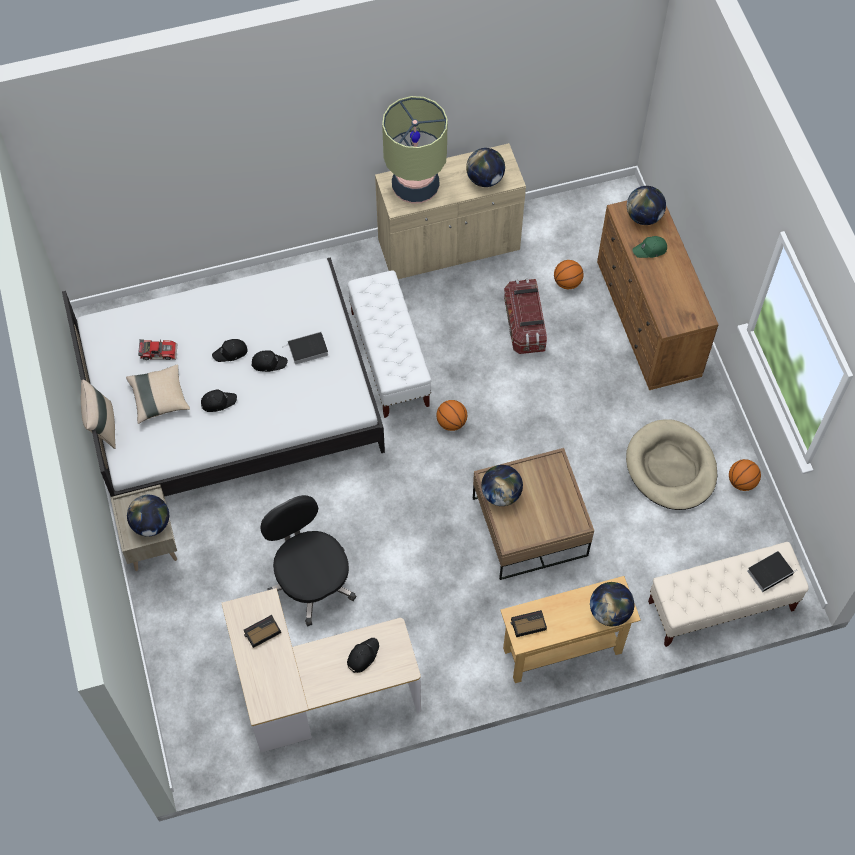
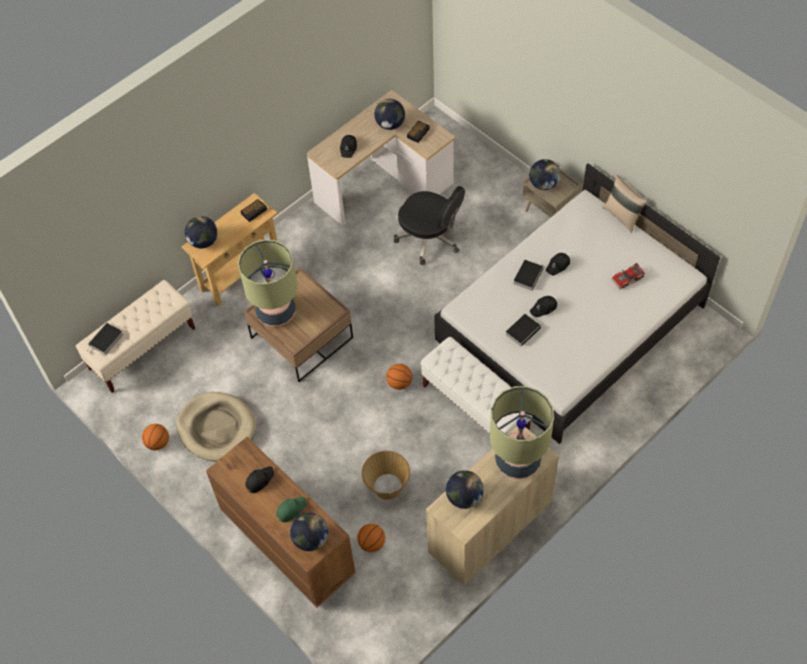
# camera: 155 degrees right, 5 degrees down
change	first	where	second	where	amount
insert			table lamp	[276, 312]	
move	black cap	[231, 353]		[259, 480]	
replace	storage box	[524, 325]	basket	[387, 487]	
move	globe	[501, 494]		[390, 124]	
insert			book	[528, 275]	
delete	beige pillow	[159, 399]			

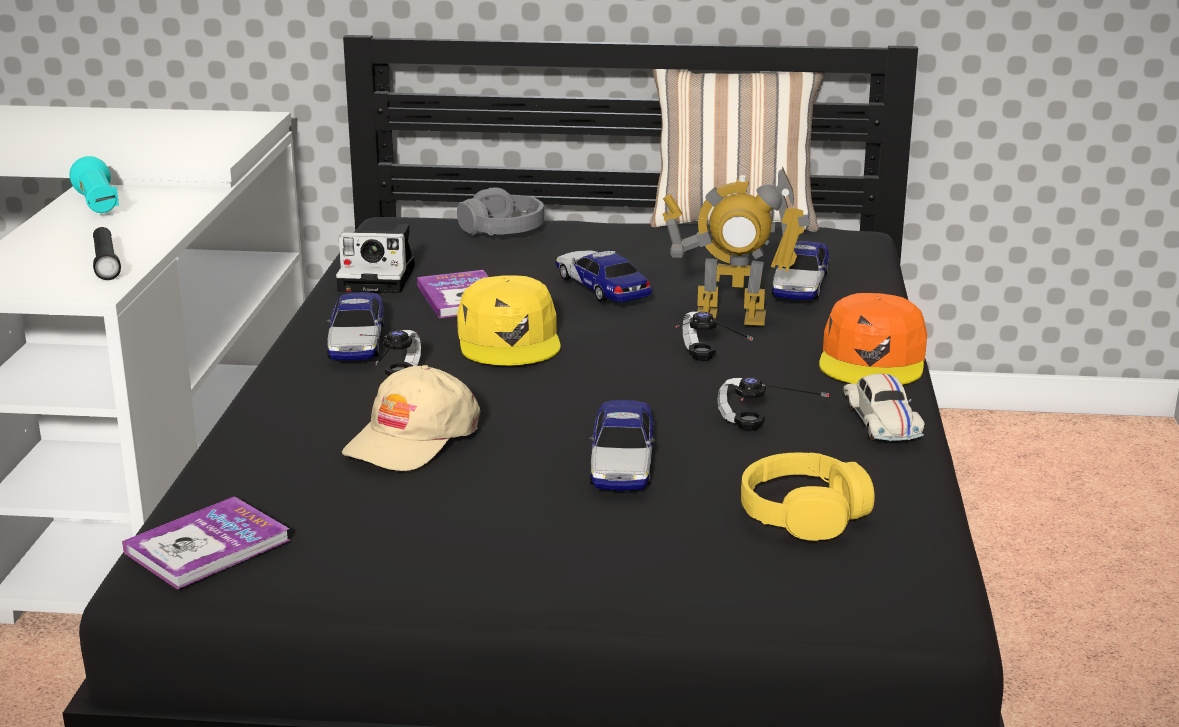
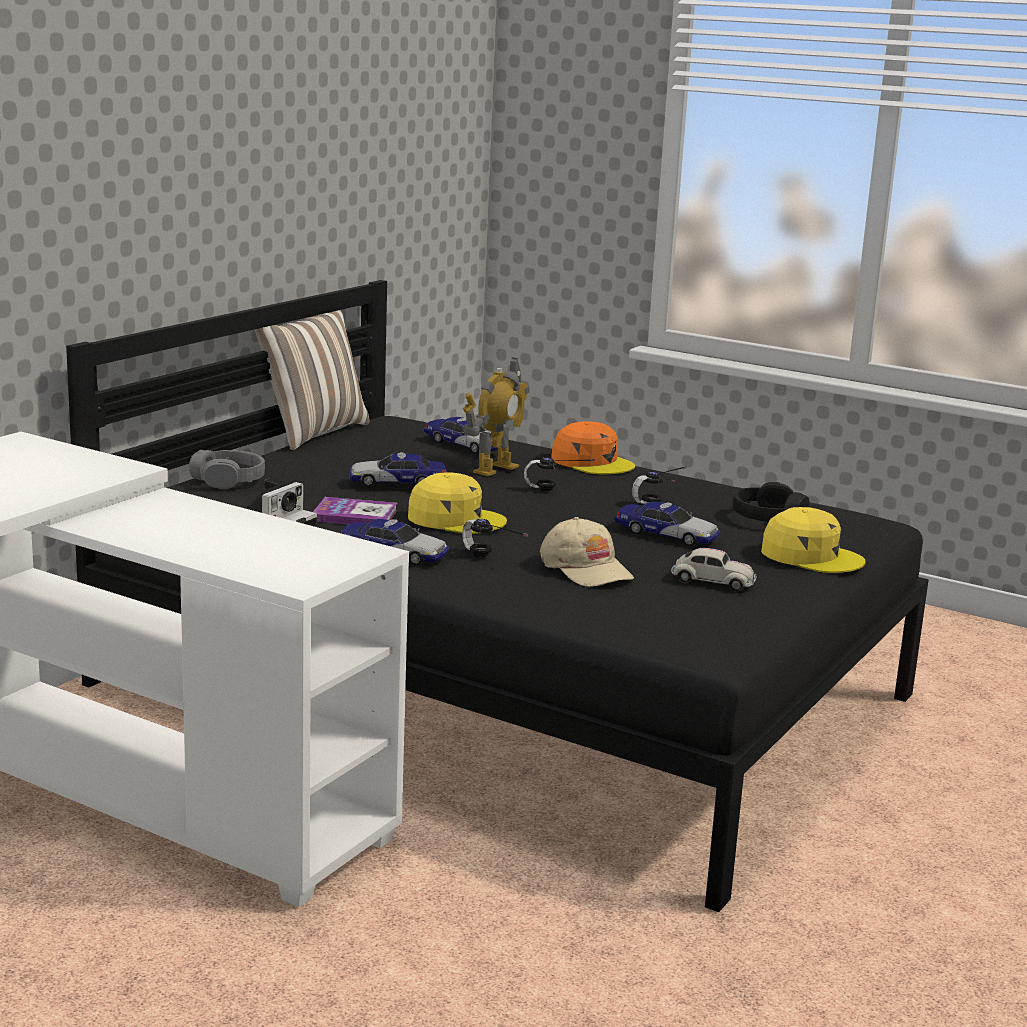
# camera: 65 degrees left, 5 degrees down
change	first	where	second	where	amount
move	white toy car	[882, 422]		[712, 581]	
recolor	yellow headphones	[803, 513]	black headphones	[768, 517]	
insert			yellow cap	[811, 556]	
delete	turquoise flashlight	[97, 205]			
delete	black flashlight	[106, 263]			
delete	book	[207, 546]			

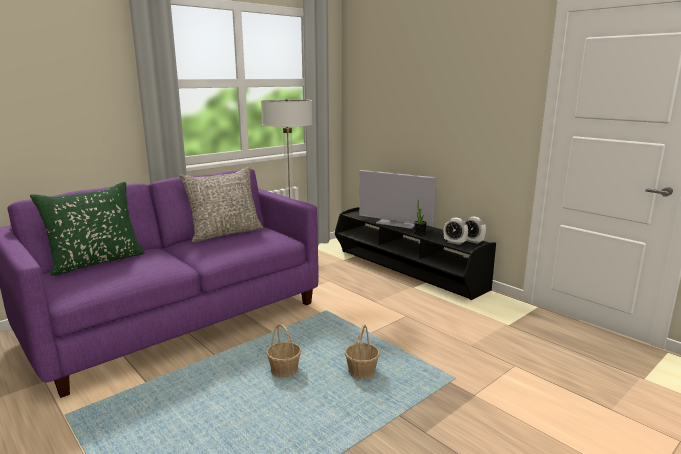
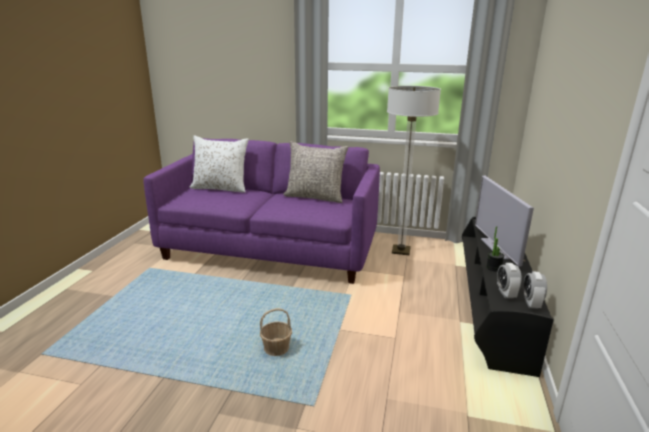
# camera: 55 degrees right, 5 degrees up
change	first	where	second	where	amount
recolor	green pillow	[96, 262]	white pillow	[220, 188]	
delete	basket	[284, 370]			

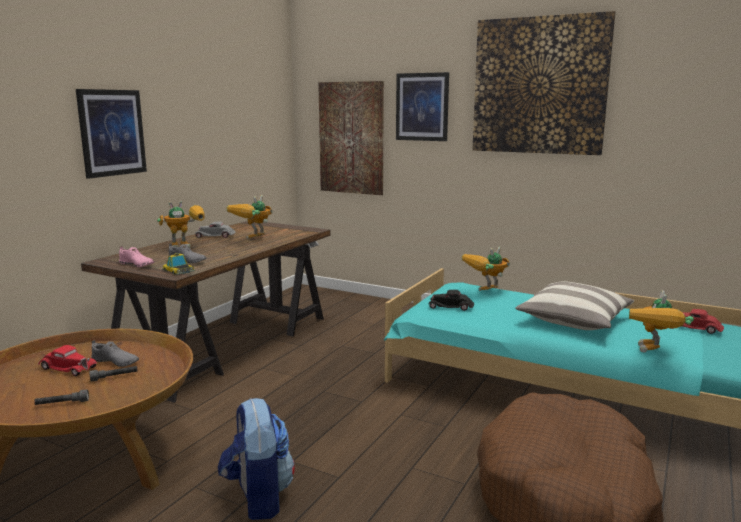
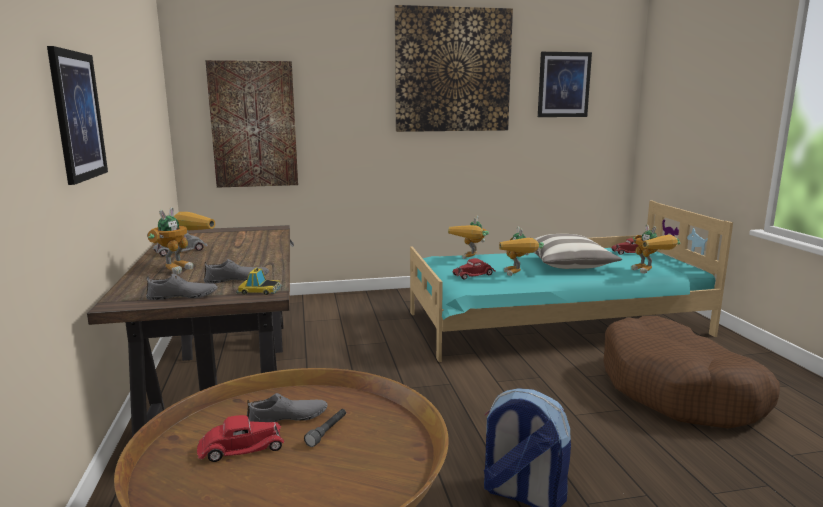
# camera: 40 degrees left, 0 degrees up
change	first	where	second	where	amount
recolor	pink shoe	[136, 265]	grey shoe	[182, 297]	
recolor	black toy car	[451, 306]	red toy car	[474, 275]	
move	toy robot	[253, 240]		[518, 275]	
move	picture	[422, 107]		[563, 85]	
delete	grey flashlight	[62, 403]			

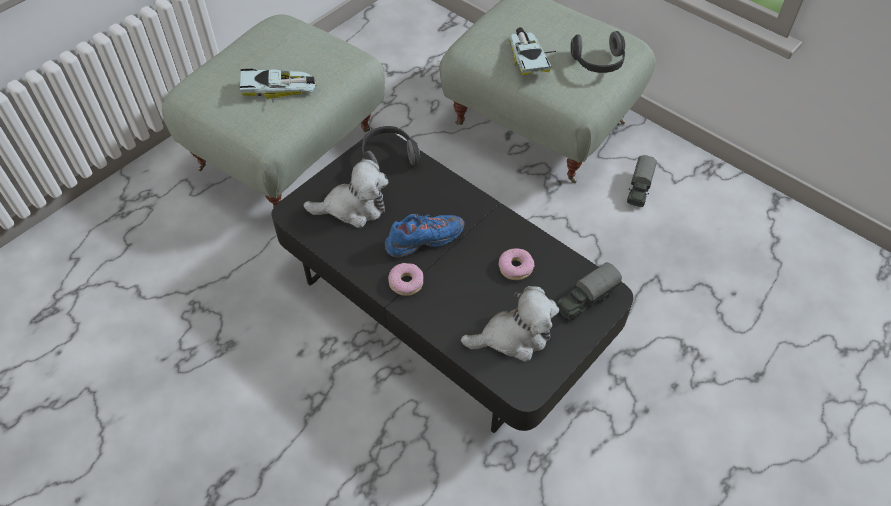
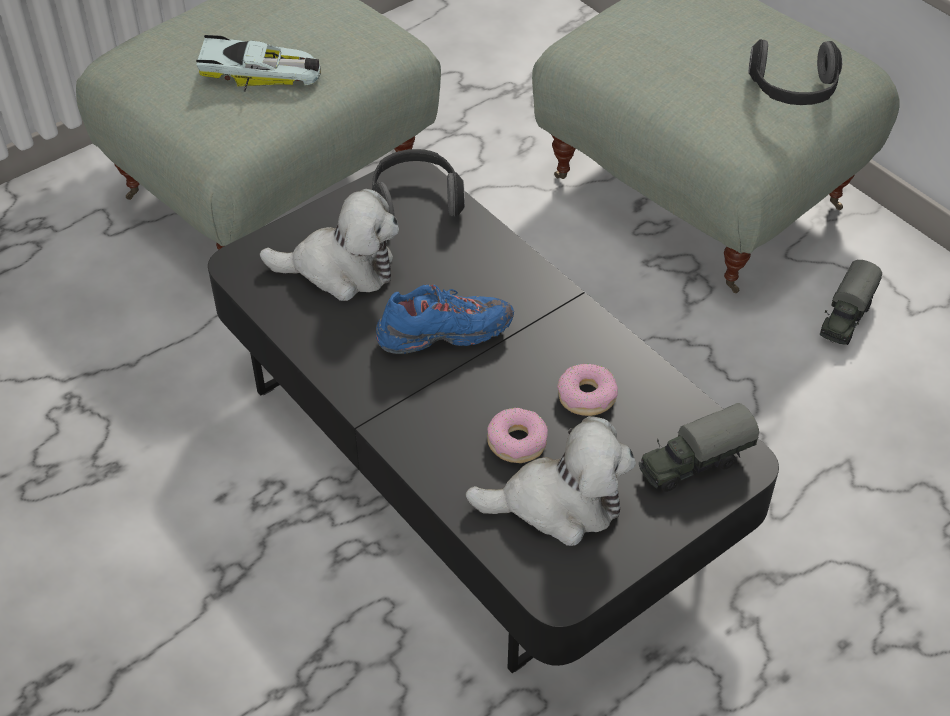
# camera: 10 degrees right, 5 degrees down
change	first	where	second	where	amount
move	donut	[406, 282]		[516, 442]	
delete	toy car	[528, 56]			

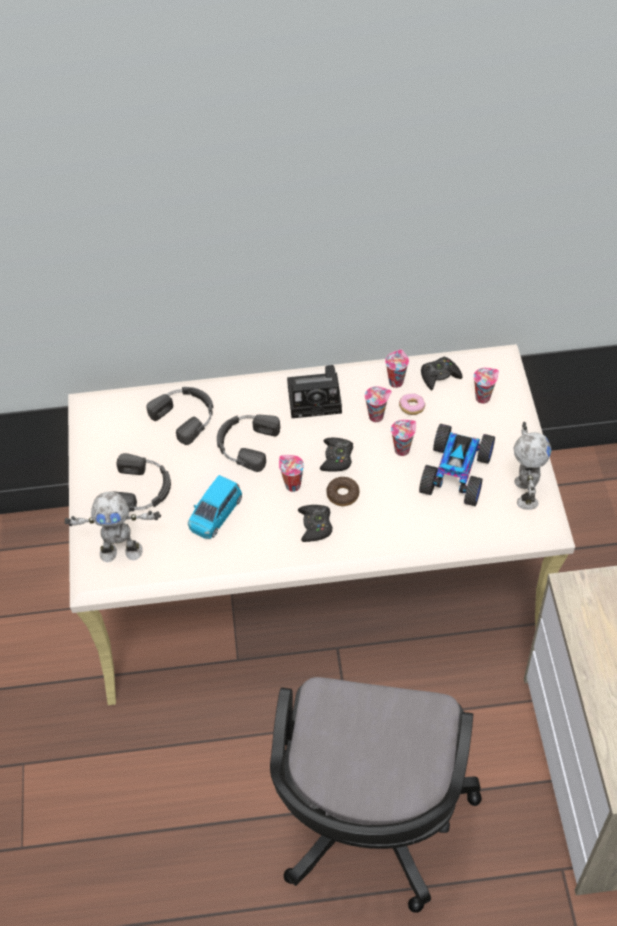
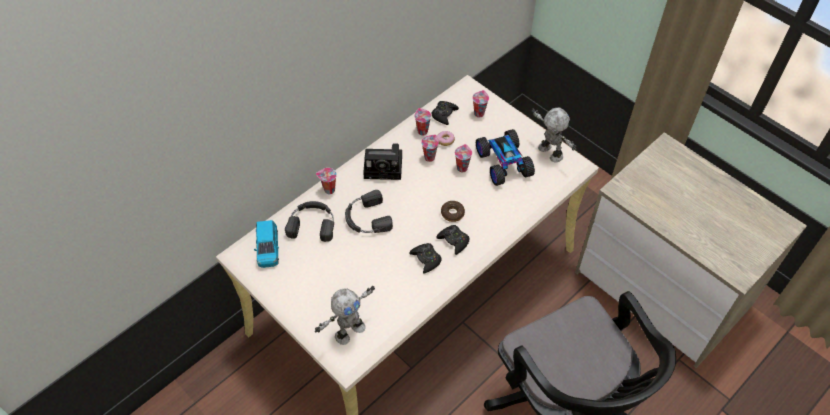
# camera: 40 degrees left, 0 degrees up
change	first	where	second	where	amount
move	blue toy car	[215, 514]		[268, 249]	
move	cup	[291, 485]		[328, 190]	
rotate	photo camera	[317, 399]		[385, 167]	45 degrees clockwise
move	black game controller	[337, 458]		[426, 259]	
delete	black headphones	[142, 489]			

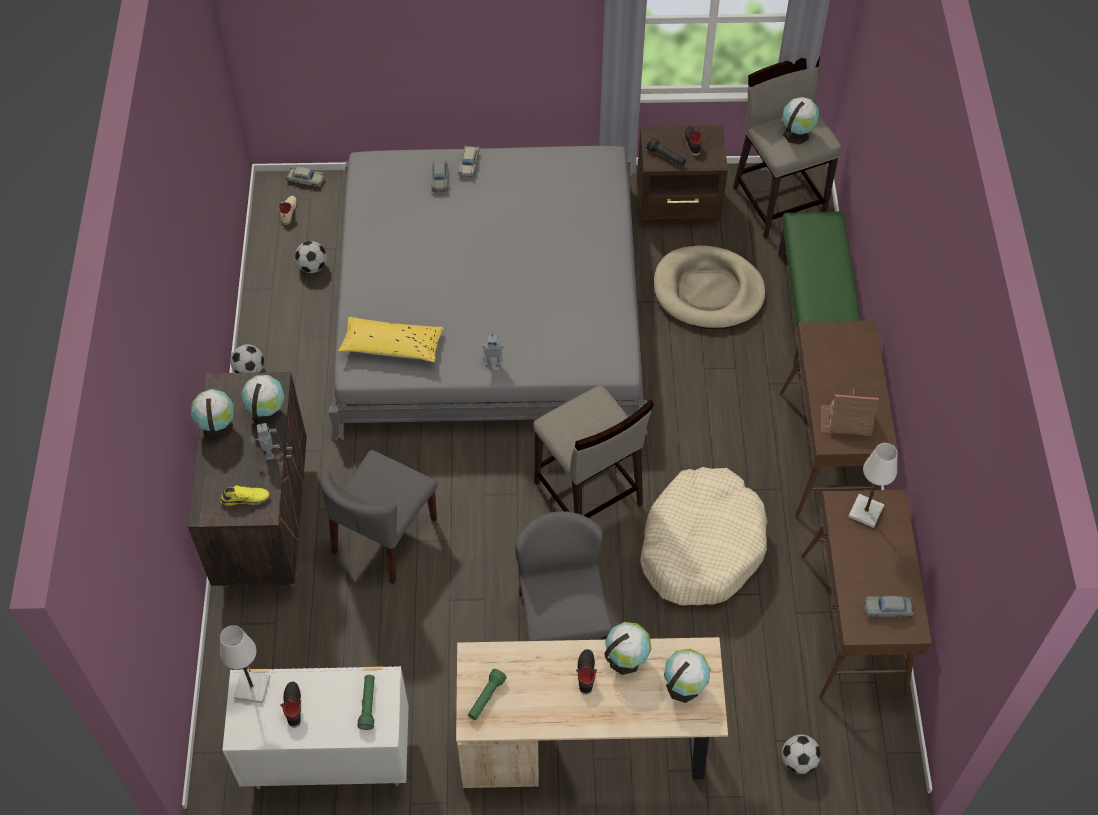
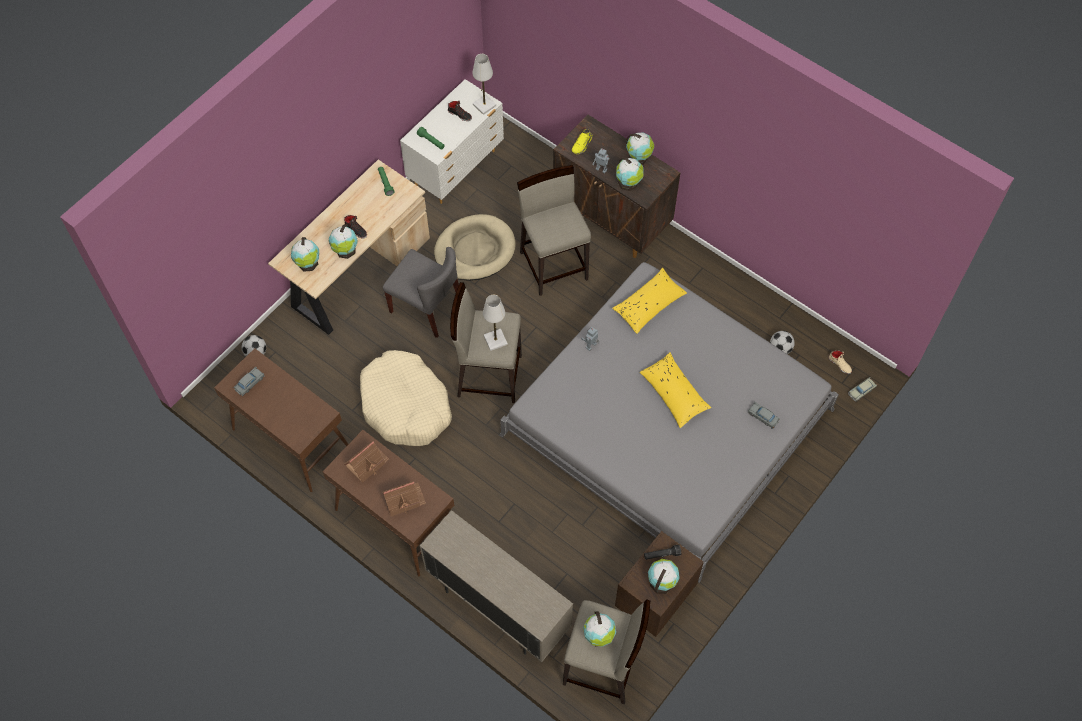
# camera: 130 degrees right, 5 degrees up
change	first	where	second	where	amount
insert			toy house	[403, 499]	
replace	green bench	[814, 310]	beige cabinet	[498, 607]	
move	beige dog bed	[708, 291]		[475, 250]	
move	white table lamp	[865, 511]		[495, 340]	
replace	grey chair	[384, 536]	beige stool	[554, 265]	
insert			yellow pillow	[674, 393]	
replace	black shoe	[691, 142]	globe	[661, 582]	
delete	football	[249, 370]			
delete	beige toy car	[469, 164]			

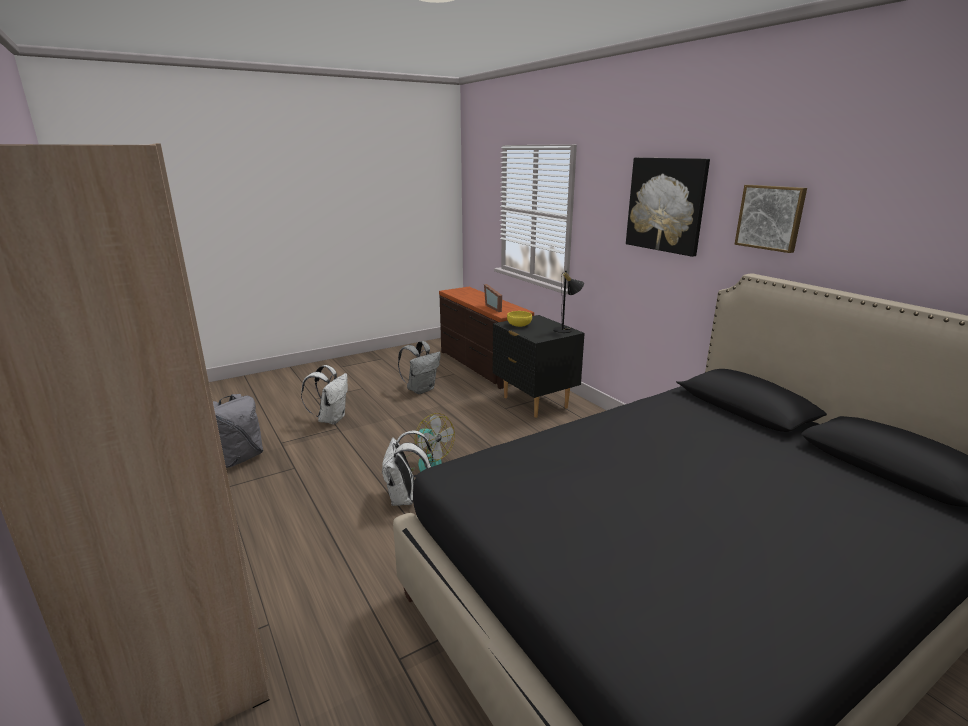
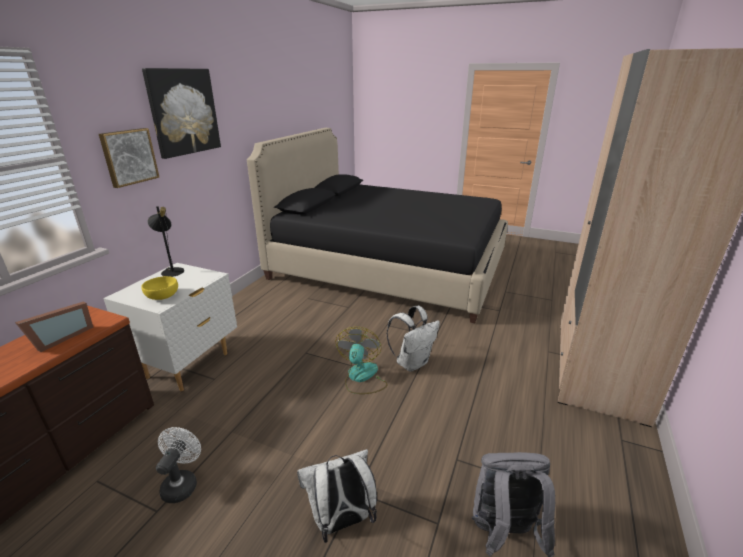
# camera: 125 degrees left, 5 degrees up
change	first	where	second	where	amount
move	picture	[770, 217]		[129, 157]	
recolor	black nightstand	[534, 402]	white nightstand	[189, 366]	
replace	grey backpack	[421, 389]	white fan	[182, 483]	

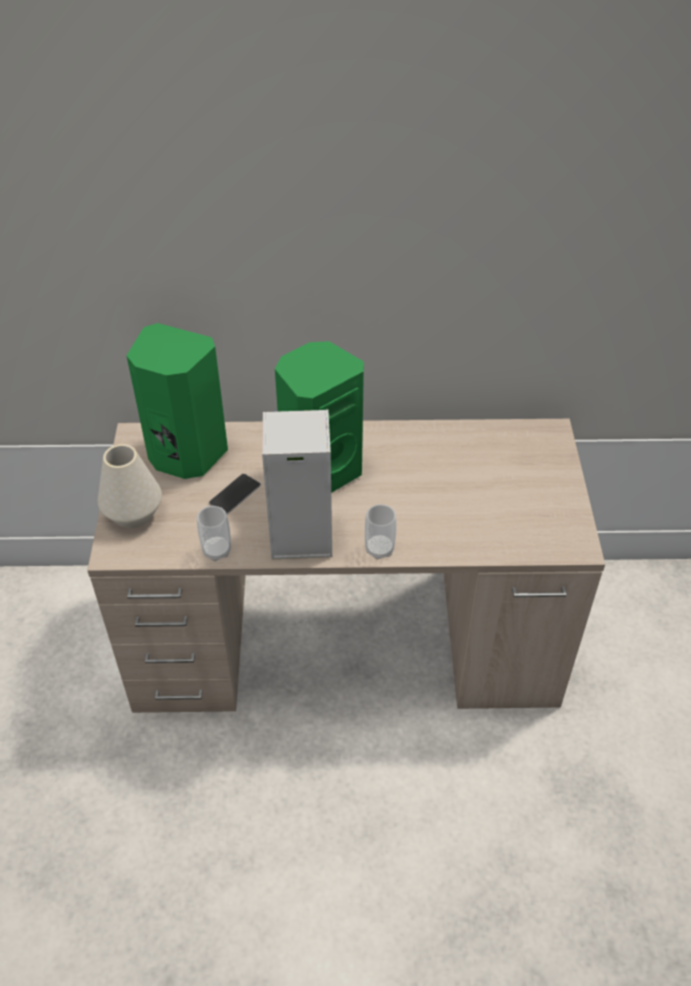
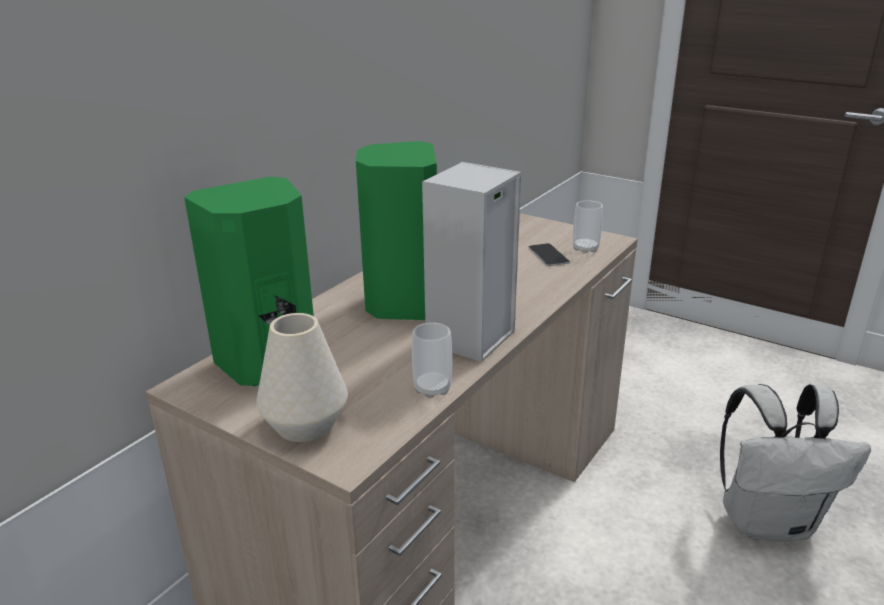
# camera: 55 degrees left, 20 degrees down
change	first	where	second	where	amount
move	phone	[235, 494]		[548, 255]	
move	cup	[379, 549]		[585, 249]	
insert			white backpack	[768, 522]	

